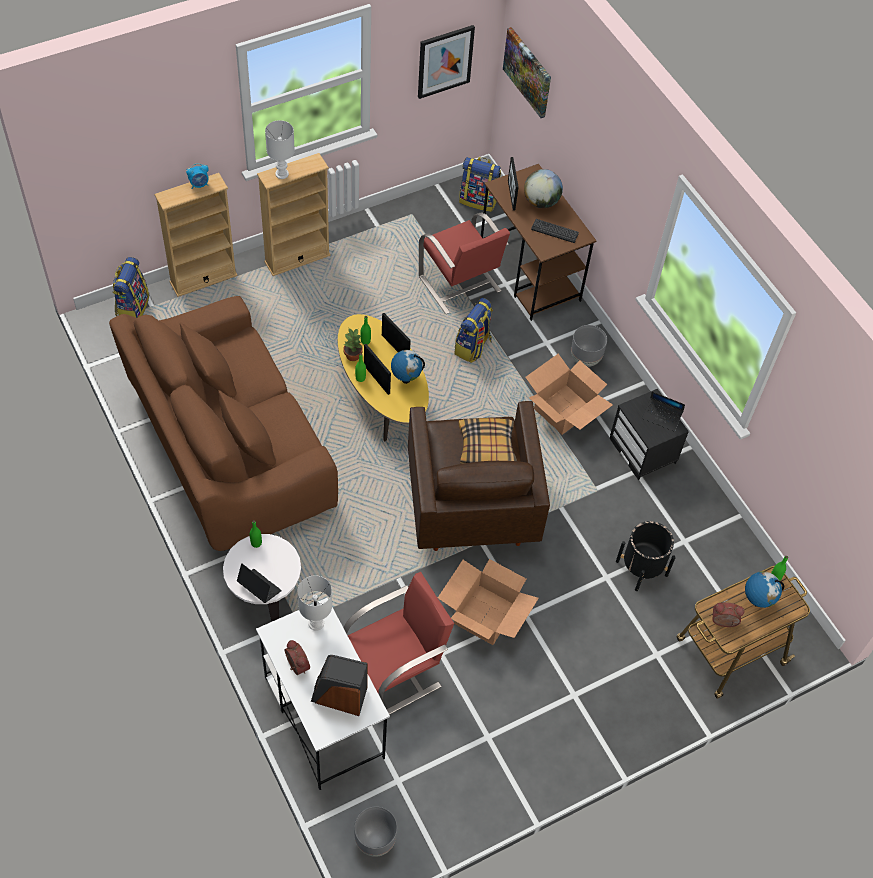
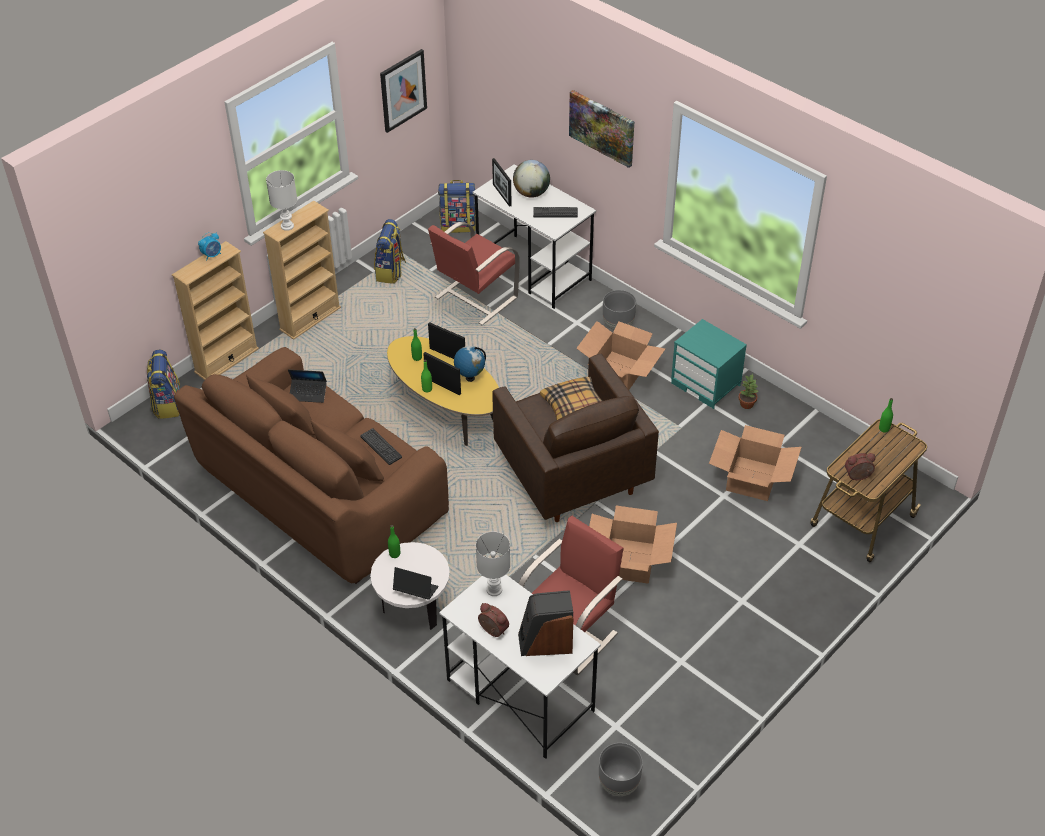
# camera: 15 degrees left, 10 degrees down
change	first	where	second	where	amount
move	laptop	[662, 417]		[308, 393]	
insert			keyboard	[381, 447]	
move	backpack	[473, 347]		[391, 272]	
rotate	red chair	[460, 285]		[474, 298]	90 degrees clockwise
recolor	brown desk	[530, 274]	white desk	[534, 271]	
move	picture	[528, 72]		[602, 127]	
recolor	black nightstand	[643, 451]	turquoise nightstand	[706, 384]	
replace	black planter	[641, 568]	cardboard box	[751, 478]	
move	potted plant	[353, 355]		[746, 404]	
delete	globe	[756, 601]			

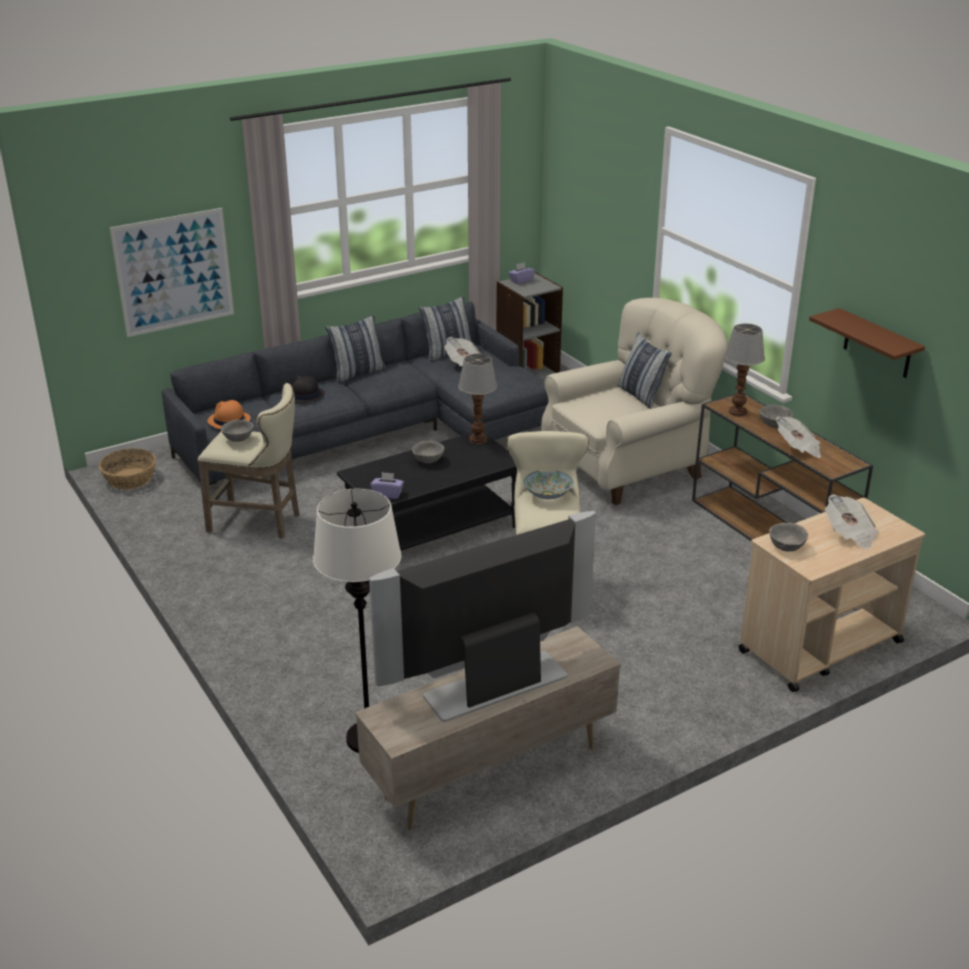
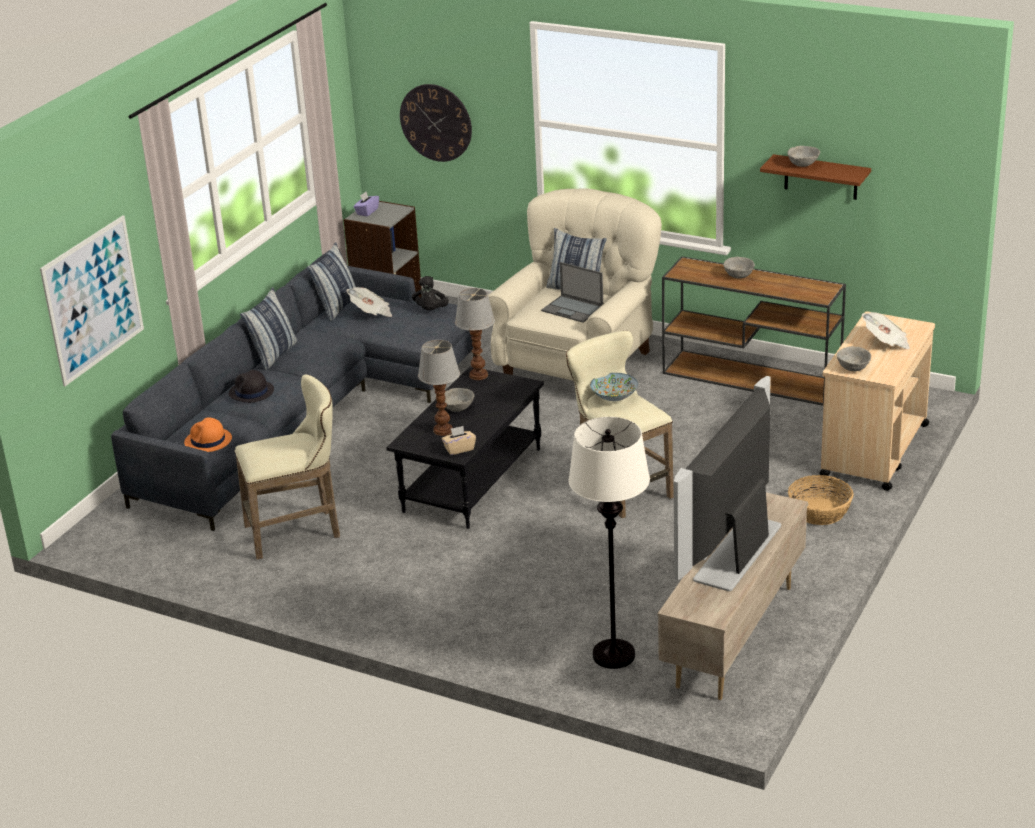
# camera: 30 degrees left, 0 degrees up
change	first	where	second	where	amount
insert			wall clock	[436, 122]	
insert			black plush toy	[430, 310]	
move	table lamp	[738, 412]		[443, 430]	
recolor	purple tissue box	[387, 494]	beige tissue box	[459, 449]	
insert			laptop	[573, 309]	
move	grey bowl	[239, 439]		[803, 165]	
move	basket	[130, 479]		[820, 512]	
delete	newspaper	[798, 449]			

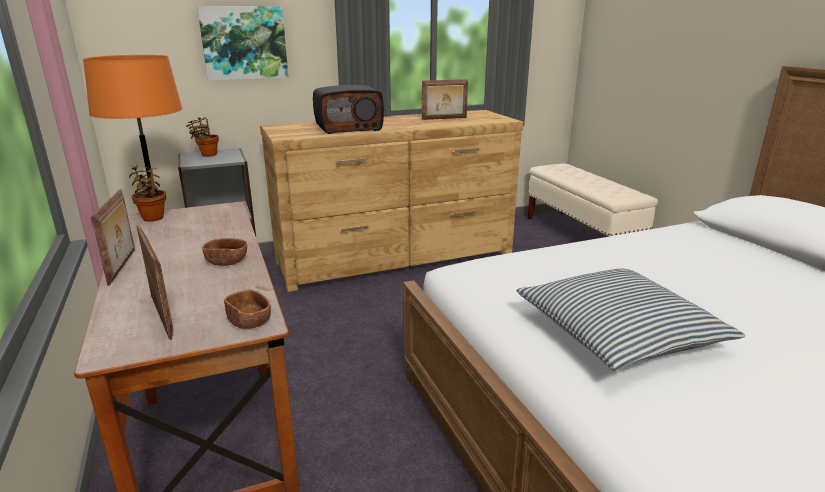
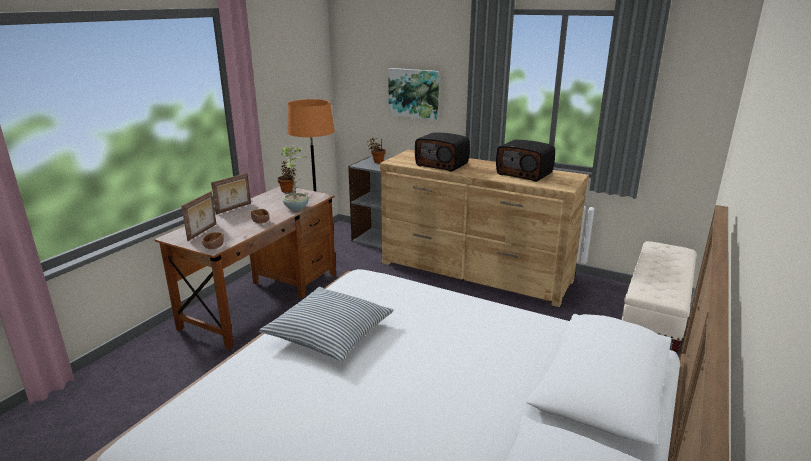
# camera: 50 degrees right, 0 degrees up
change	first	where	second	where	amount
insert			potted plant	[296, 207]	
replace	picture frame	[444, 118]	radio	[524, 174]	

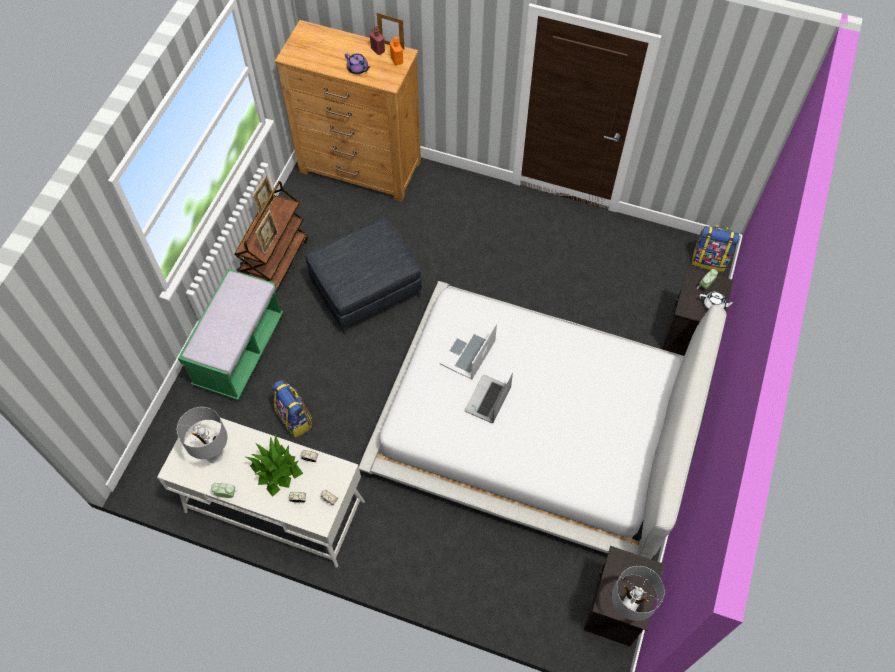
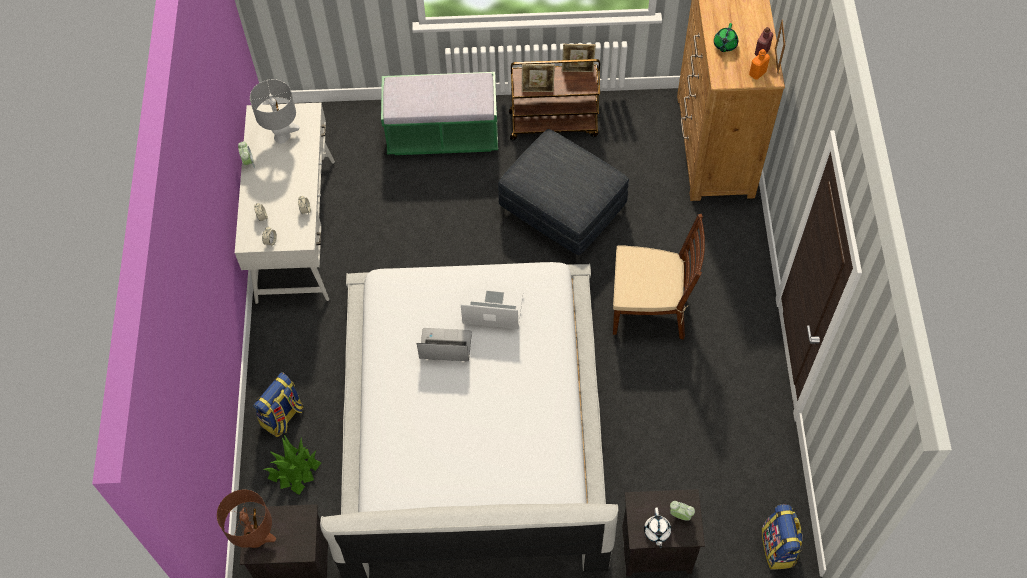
# camera: 70 degrees right, 0 degrees up
change	first	where	second	where	amount
recolor	grey table lamp	[627, 608]	brown table lamp	[256, 539]	
move	backpack	[295, 419]		[283, 417]	
move	potted plant	[276, 469]		[294, 469]	
insert			brown chair	[650, 308]	
recolor	purple teapot	[358, 69]	green teapot	[724, 45]	

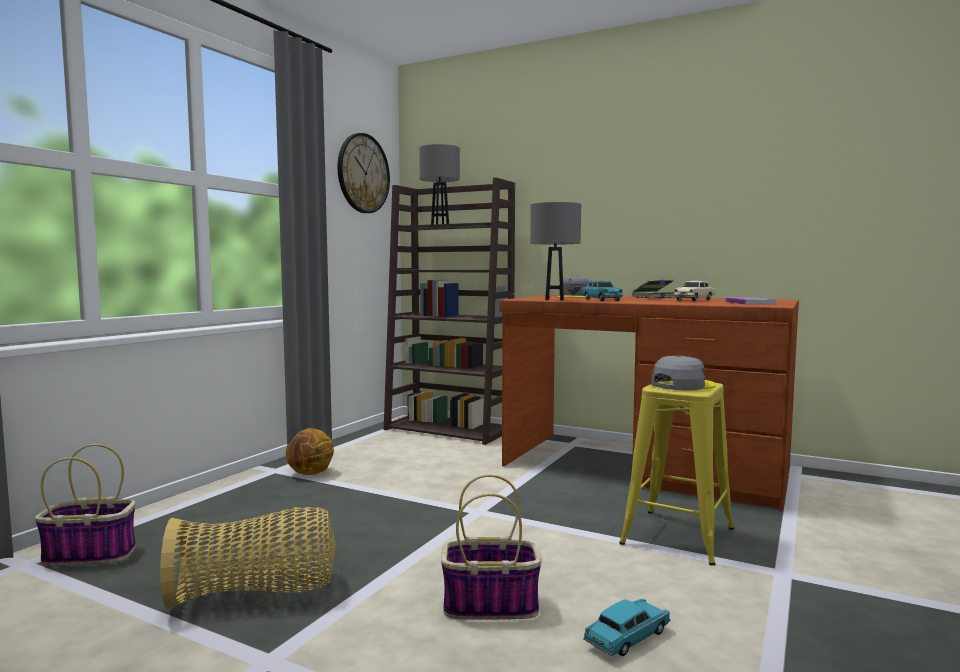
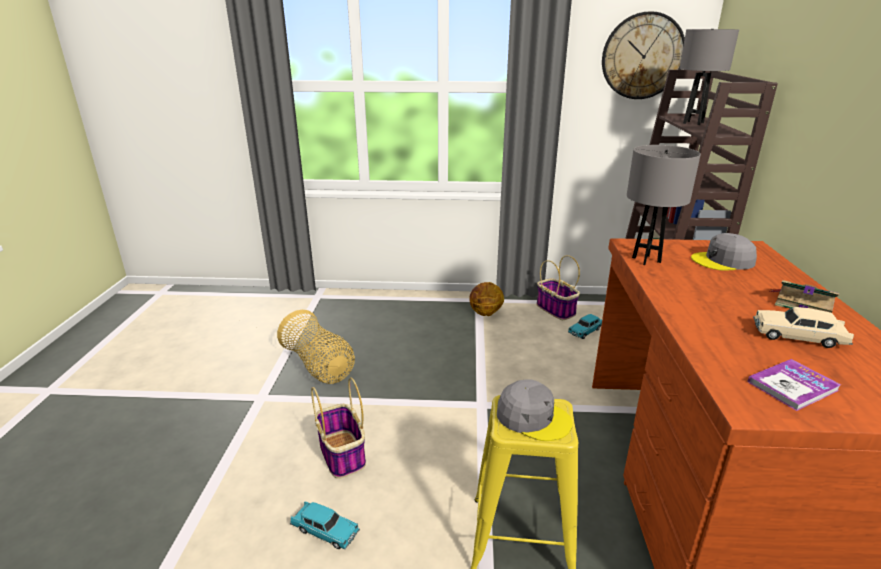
# camera: 65 degrees right, 20 degrees up
change	first	where	second	where	amount
move	basket	[92, 554]		[556, 310]	
move	turquoise toy car	[601, 300]		[585, 331]	

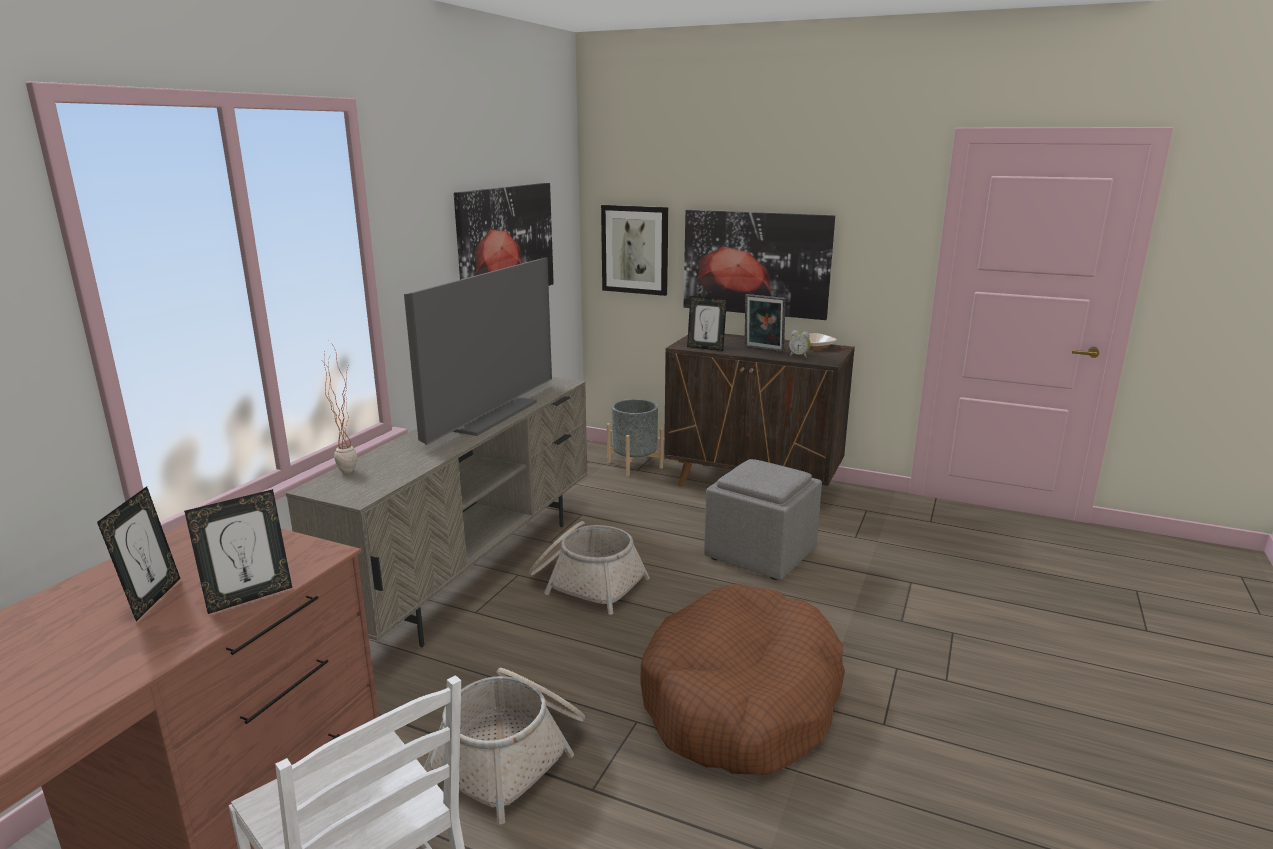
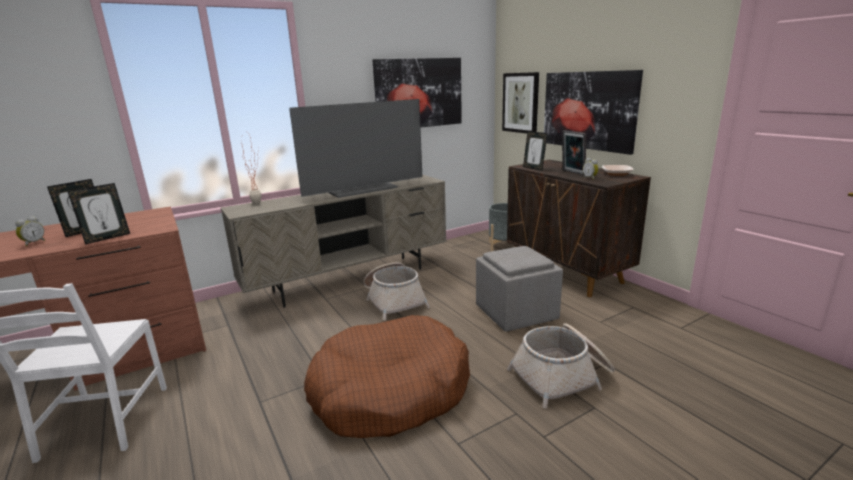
# camera: 35 degrees right, 0 degrees up
change	first	where	second	where	amount
insert			alarm clock	[33, 243]	
rotate	picture frame	[249, 597]		[107, 238]	45 degrees counterclockwise
move	basket	[513, 754]		[562, 376]	

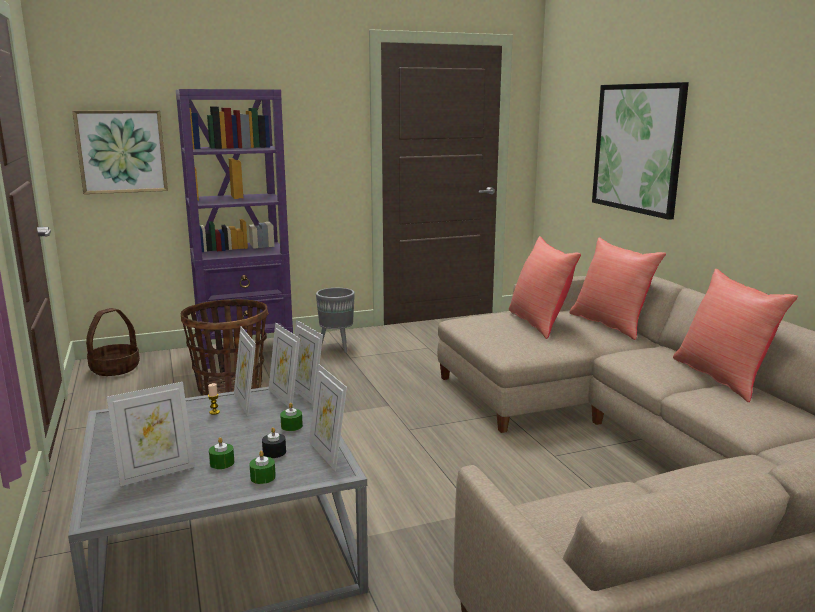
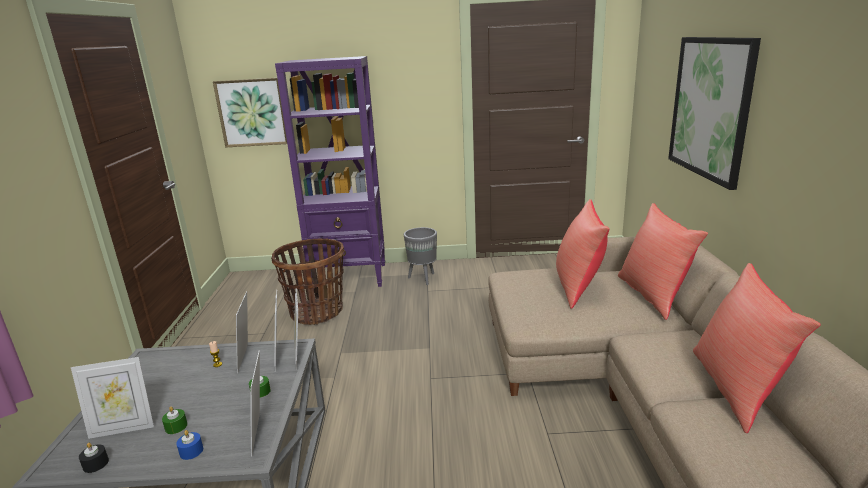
# camera: 20 degrees right, 5 degrees up
change	first	where	second	where	amount
move	black candle	[274, 452]		[96, 464]	
recolor	green candle	[263, 477]	blue candle	[191, 451]	
delete	basket	[115, 368]			

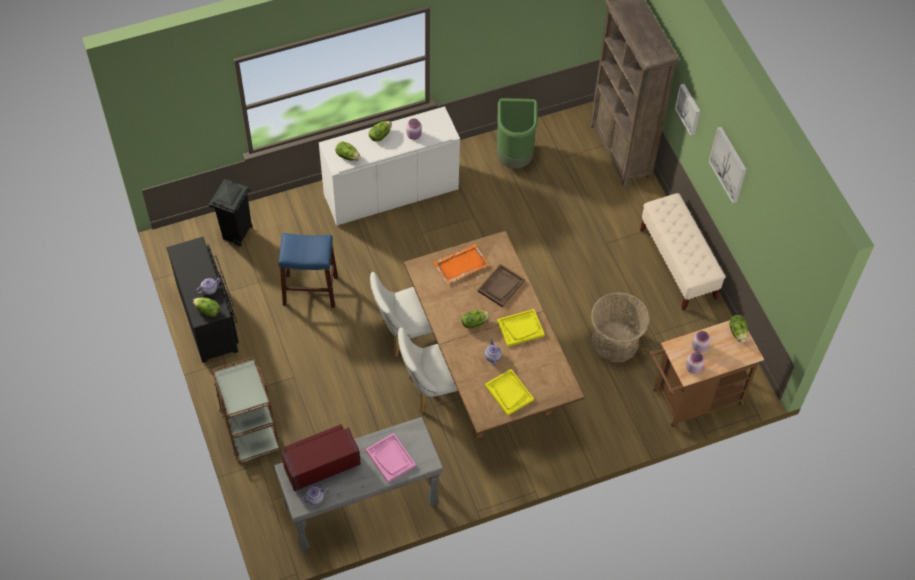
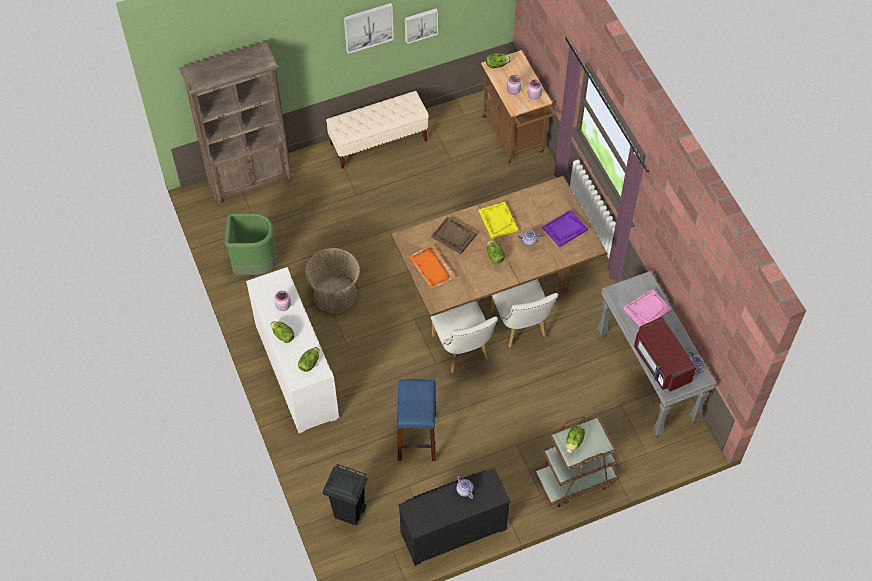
# camera: 90 degrees left, 0 degrees up
change	first	where	second	where	amount
move	basket	[615, 342]		[335, 295]	
move	picture	[689, 109]		[420, 24]	
recolor	yellow tray	[509, 393]	purple tray	[564, 229]	
move	lettuce	[208, 311]		[574, 442]	

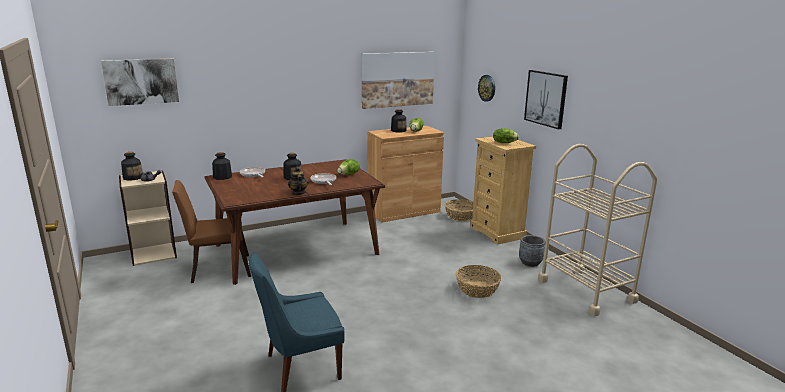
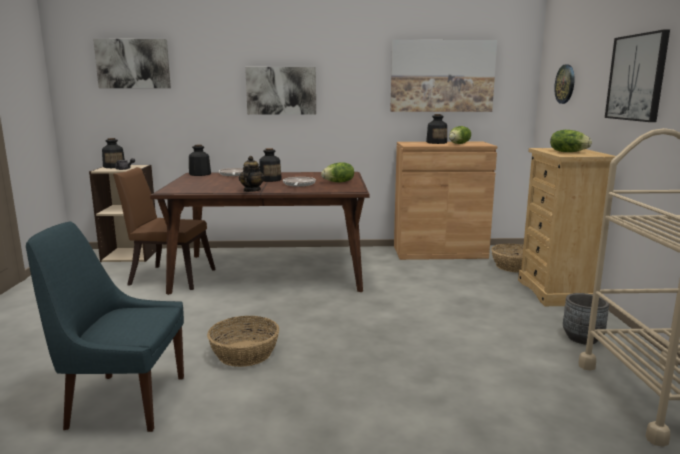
# camera: 25 degrees right, 5 degrees down
change	first	where	second	where	amount
move	basket	[477, 289]		[244, 353]	
insert			picture	[281, 90]	

